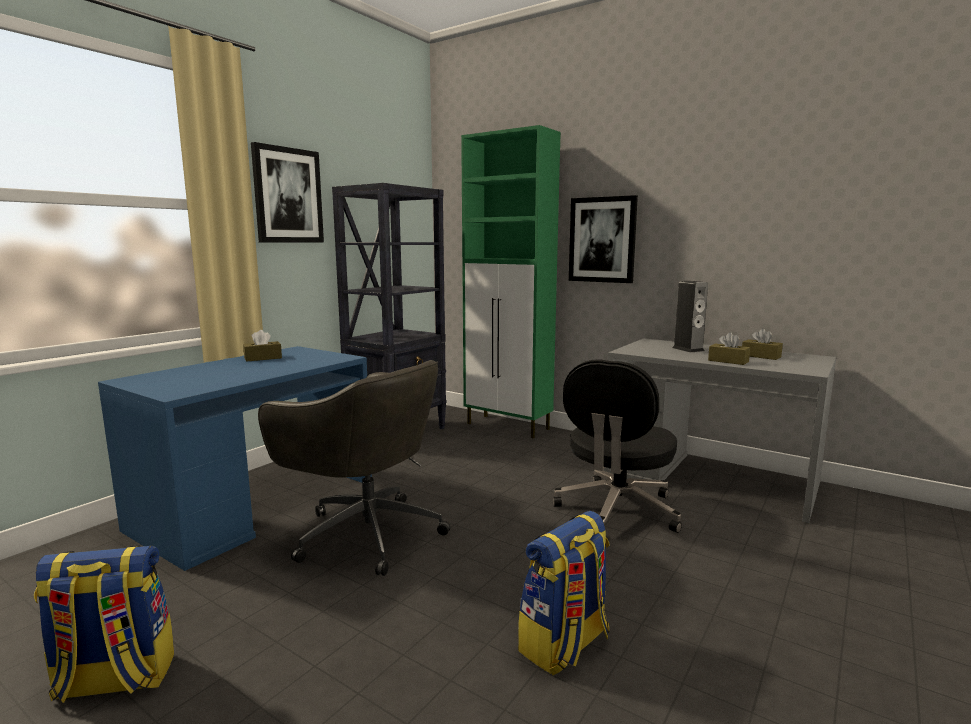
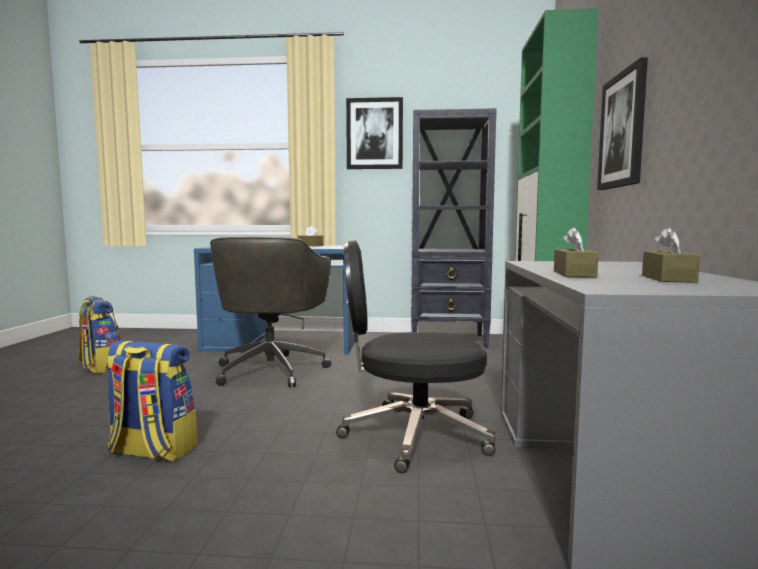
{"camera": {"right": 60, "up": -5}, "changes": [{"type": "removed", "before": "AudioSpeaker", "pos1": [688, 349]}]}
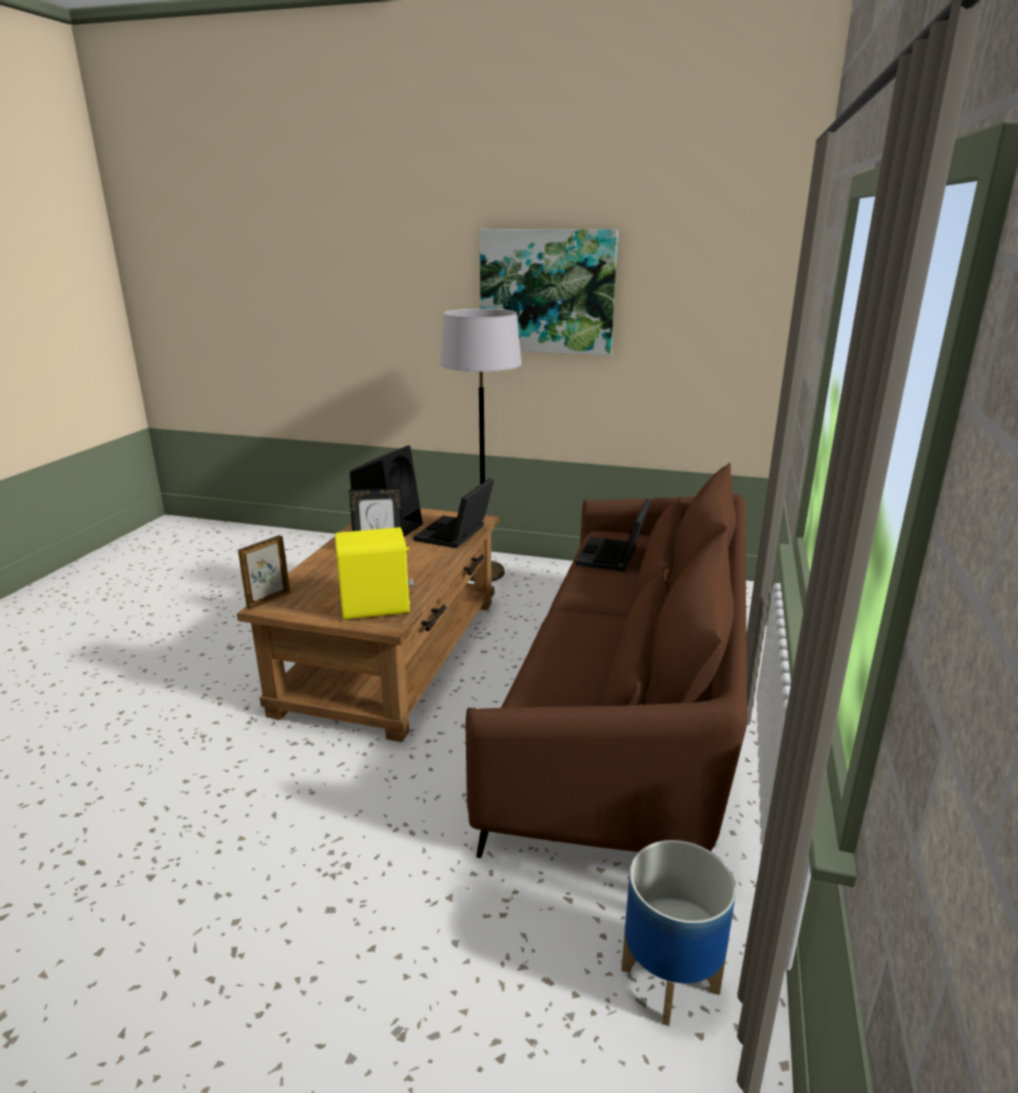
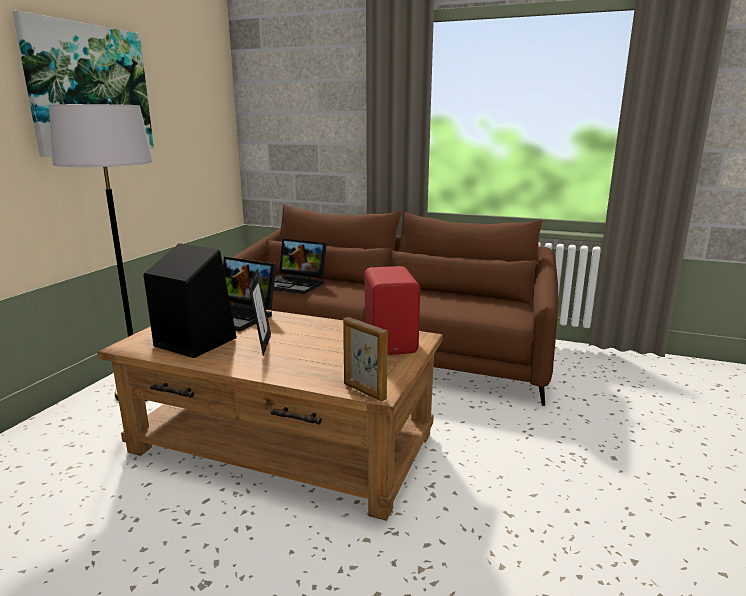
{"camera": {"right": -85, "up": -5}, "changes": [{"type": "recoloured", "before": "YellowColouredAudioSpeaker", "after": "RedAudioSpeaker", "pos1": [376, 608], "pos2": [392, 342]}, {"type": "removed", "before": "PlantPot", "pos1": [671, 981]}]}
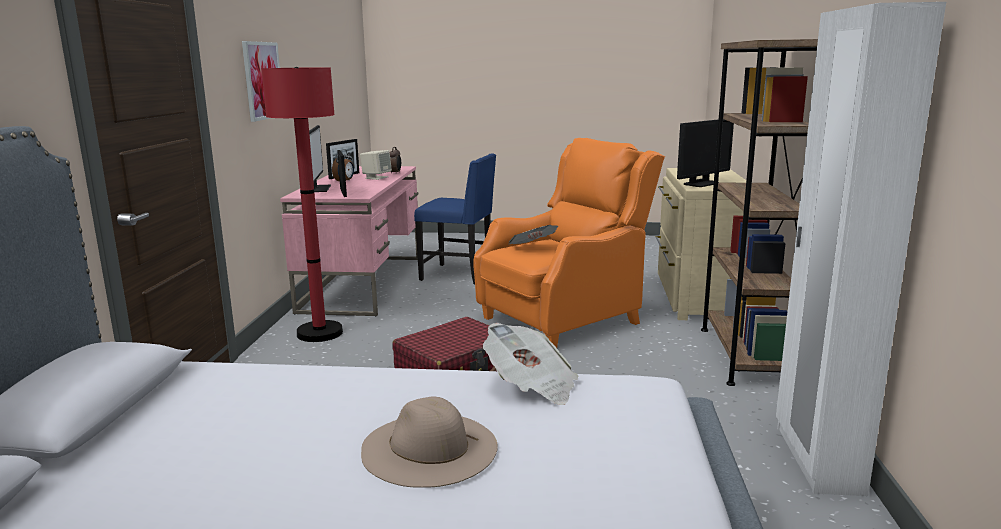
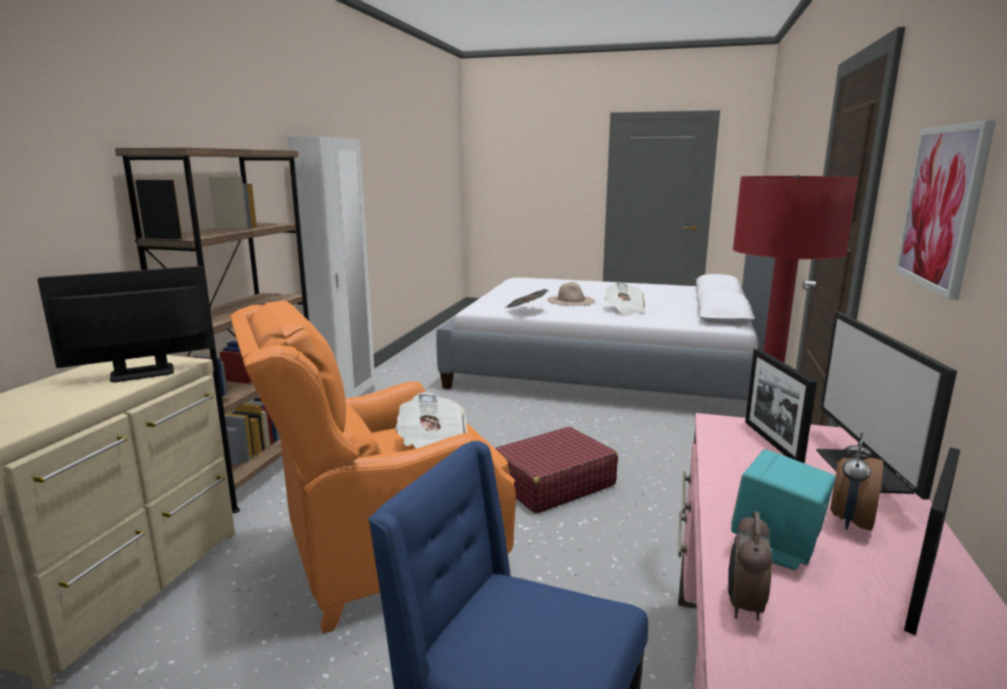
{"camera": {"right": -170, "up": 0}, "changes": [{"type": "added", "after": "PrintedPaper", "pos2": [624, 310]}, {"type": "recoloured", "before": "BeigeColouredAudioSpeaker", "after": "TurquoiseAudioSpeaker", "pos1": [376, 177], "pos2": [776, 548]}]}
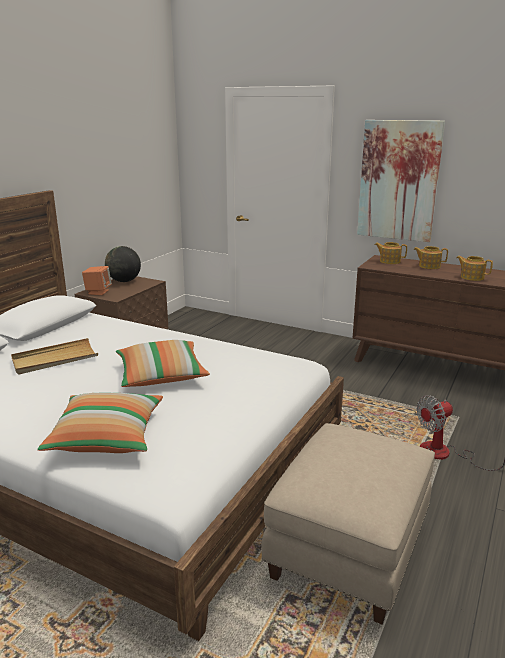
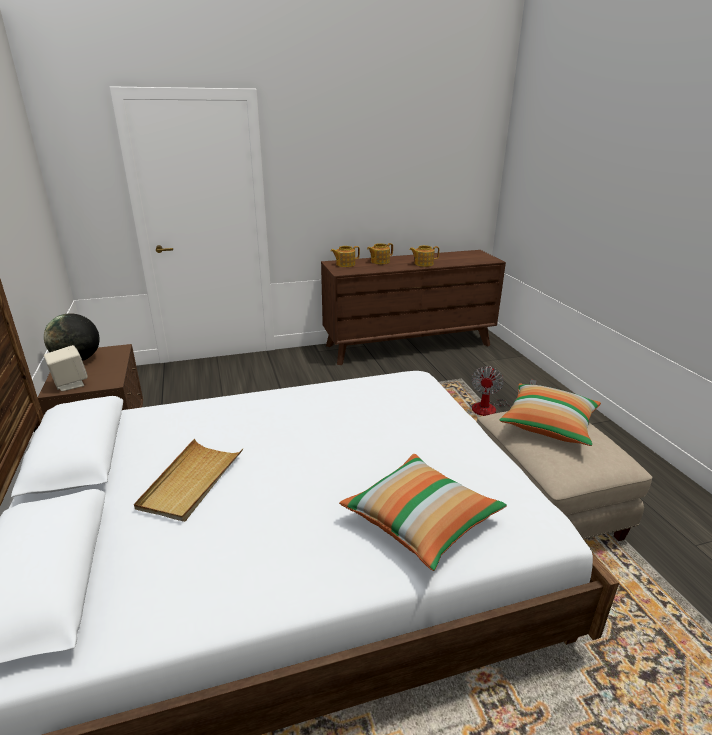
{"camera": {"right": -45, "up": 5}, "changes": [{"type": "recoloured", "before": "OrangeColouredAudioSpeaker", "after": "BeigeColouredAudioSpeaker", "pos1": [98, 292], "pos2": [70, 384]}, {"type": "moved", "before": "Pillow", "pos1": [161, 376], "pos2": [548, 425]}, {"type": "removed", "before": "Picture", "pos1": [398, 181]}]}
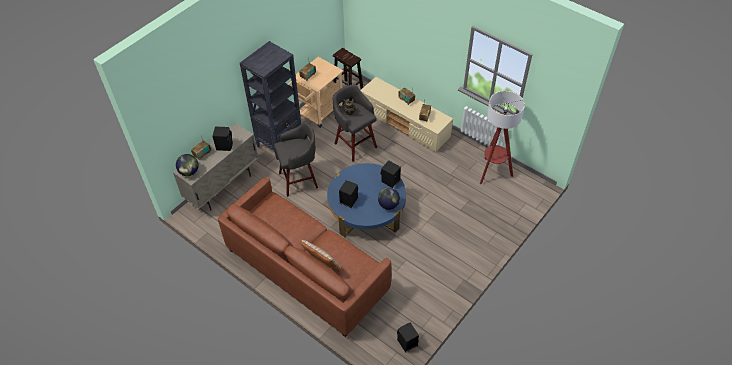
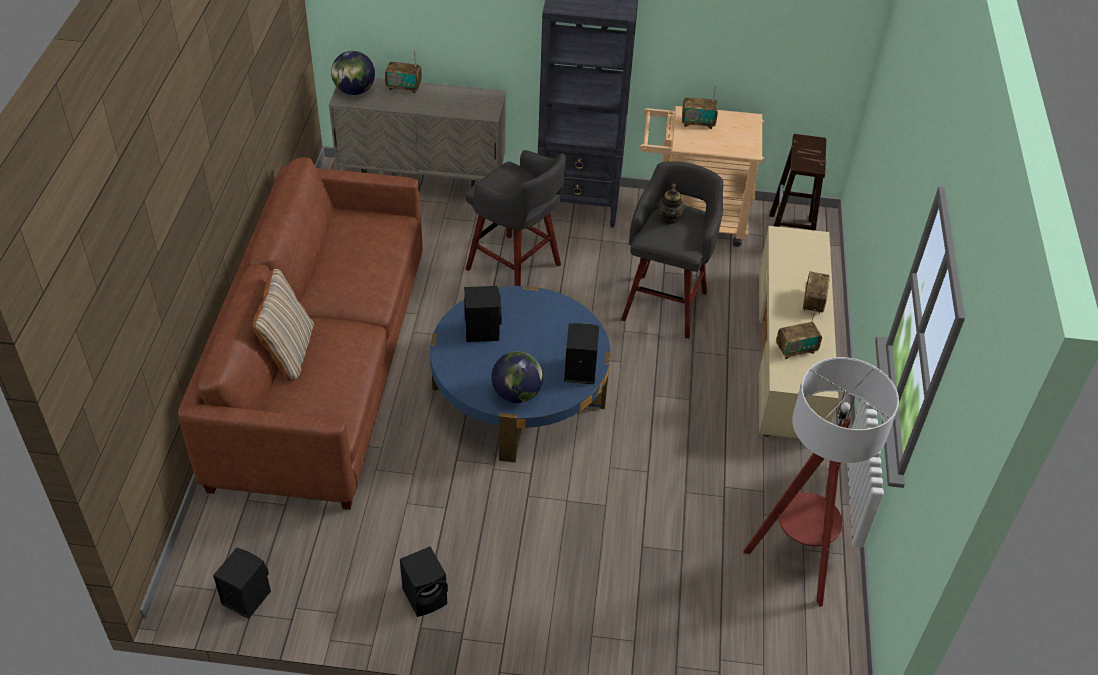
{"camera": {"right": 55, "up": -5}, "changes": [{"type": "moved", "before": "BlackAudioSpeaker", "pos1": [224, 145], "pos2": [426, 596]}]}
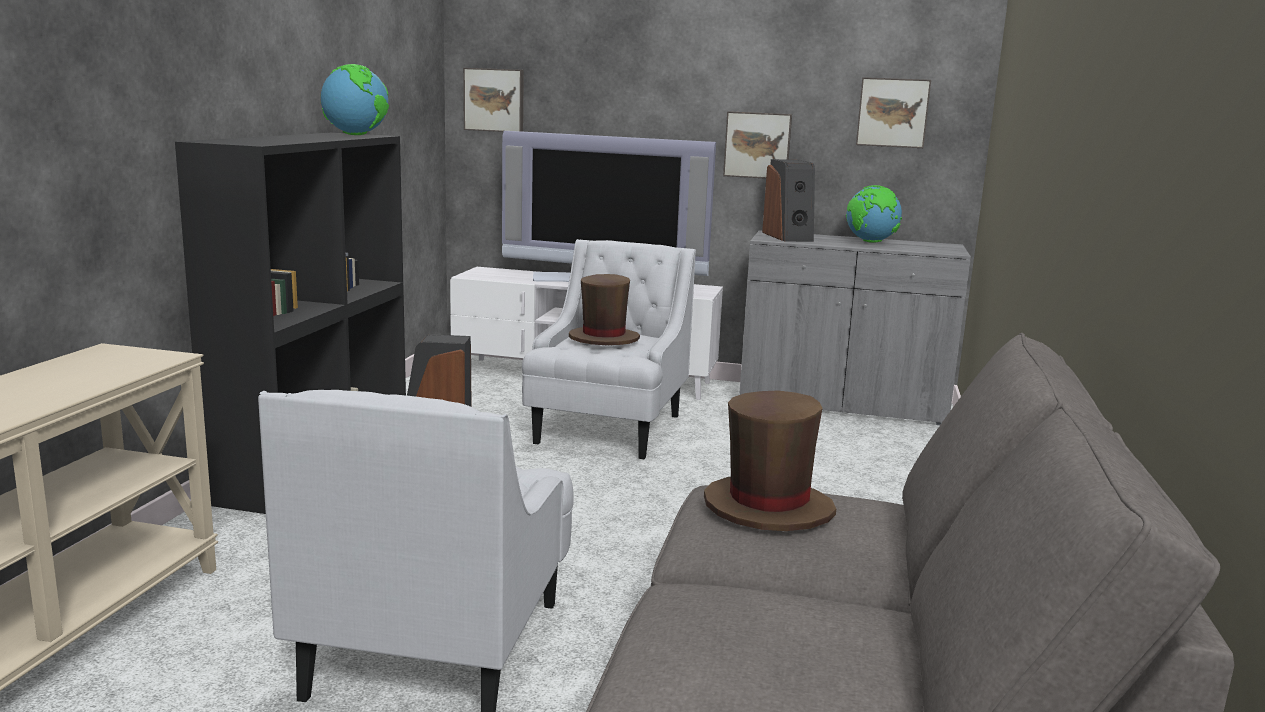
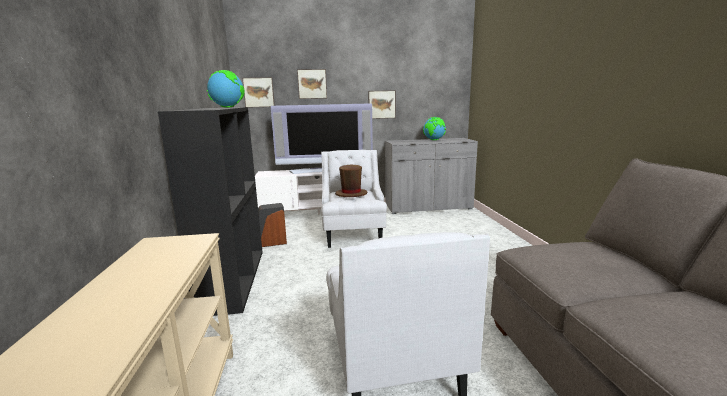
{"camera": {"right": -20, "up": 0}, "changes": [{"type": "moved", "before": "Picture", "pos1": [892, 112], "pos2": [312, 84]}, {"type": "removed", "before": "BrownHat", "pos1": [768, 508]}, {"type": "removed", "before": "AudioSpeaker", "pos1": [788, 237]}]}
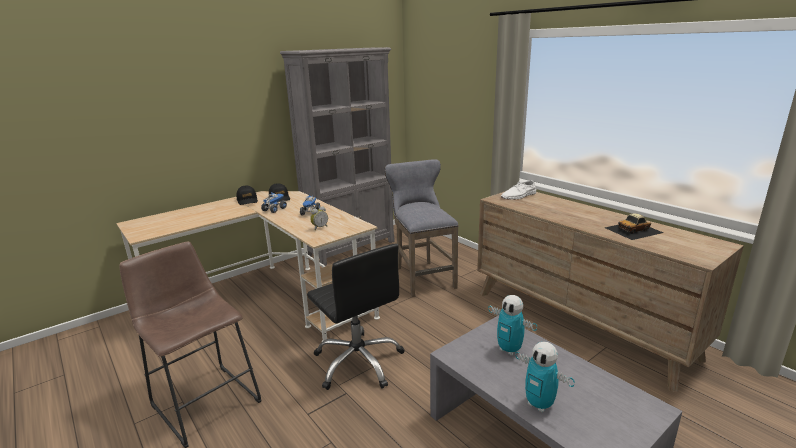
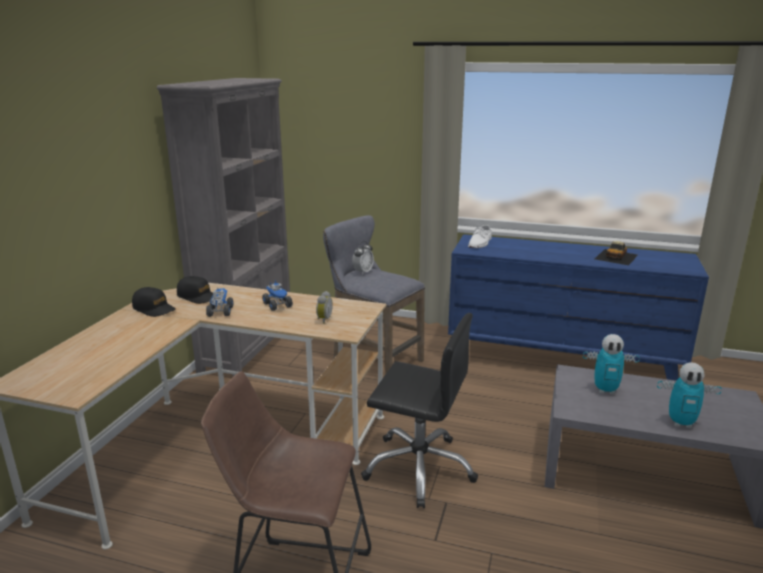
{"camera": {"right": -35, "up": 0}, "changes": [{"type": "added", "after": "TableClock", "pos2": [363, 272]}, {"type": "recoloured", "before": "BrownDresser", "after": "BlueDresser", "pos1": [579, 323], "pos2": [561, 360]}]}
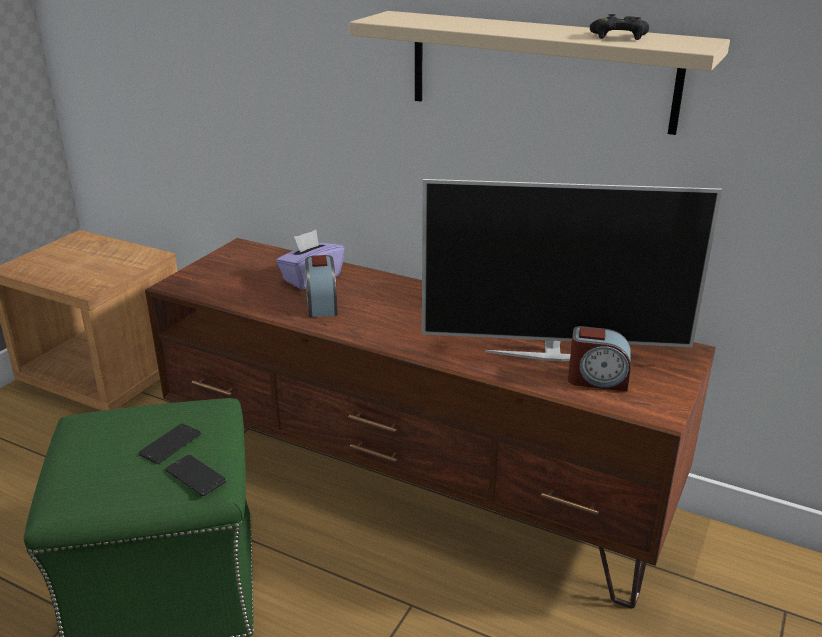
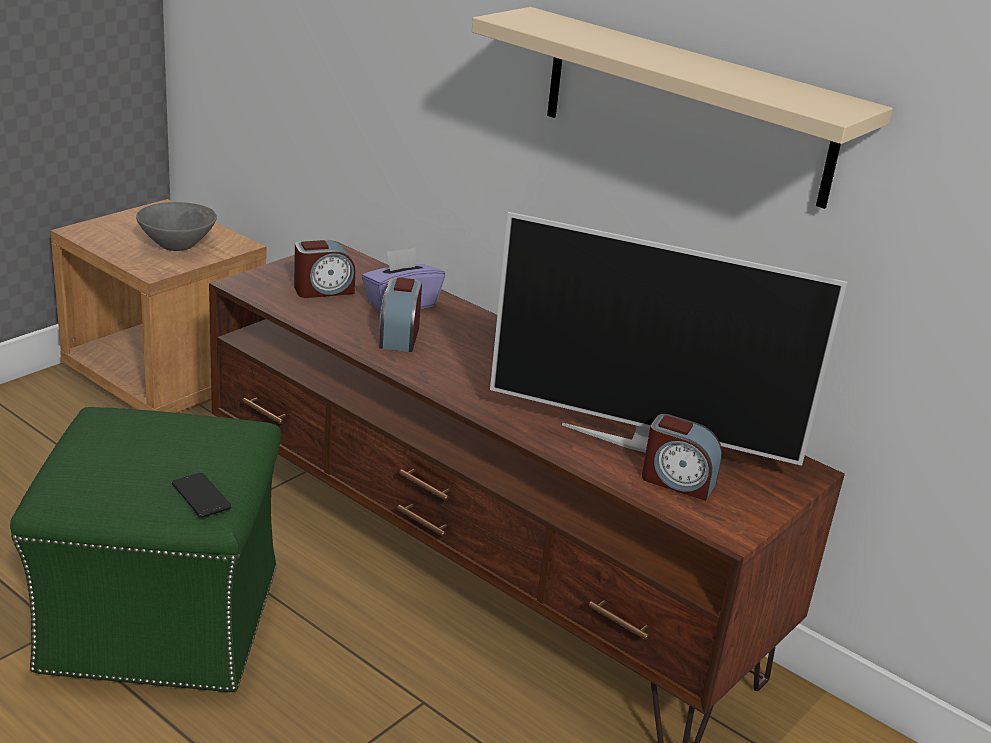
{"camera": {"right": 10, "up": 0}, "changes": [{"type": "added", "after": "GreyBowl", "pos2": [178, 245]}, {"type": "added", "after": "TableClock", "pos2": [323, 290]}, {"type": "removed", "before": "Telephone", "pos1": [170, 444]}, {"type": "removed", "before": "BlackGameController", "pos1": [618, 36]}]}
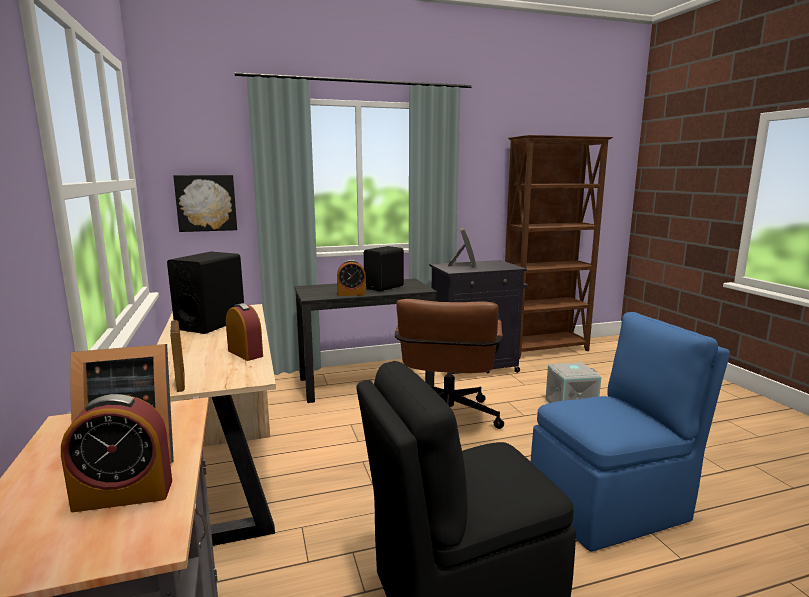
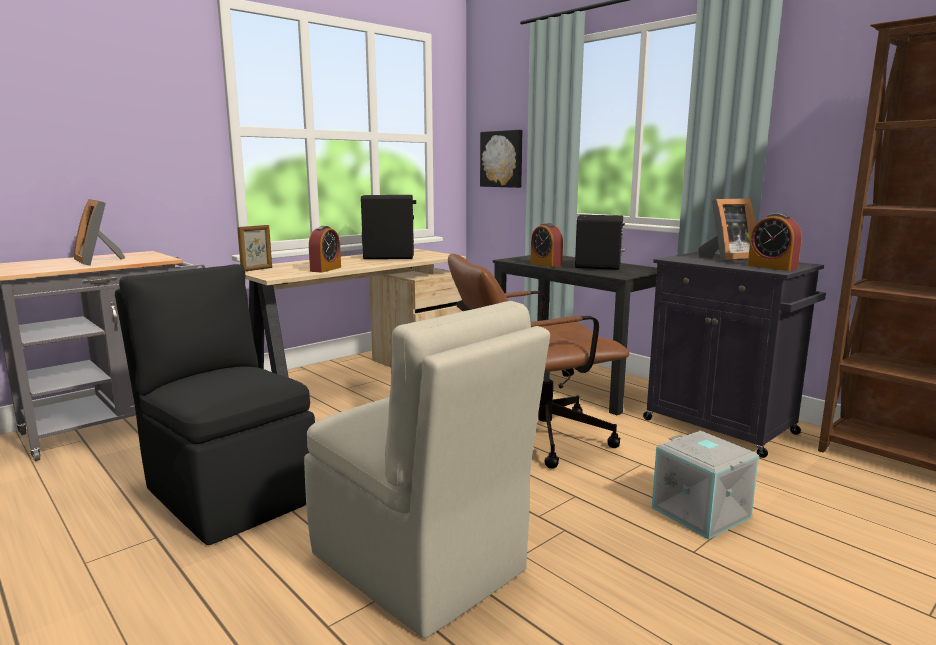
{"camera": {"right": 65, "up": 0}, "changes": [{"type": "recoloured", "before": "BluePlainChair", "after": "BeigeColouredPlainChair", "pos1": [611, 506], "pos2": [420, 565]}, {"type": "moved", "before": "TableClock", "pos1": [123, 495], "pos2": [772, 267]}]}
